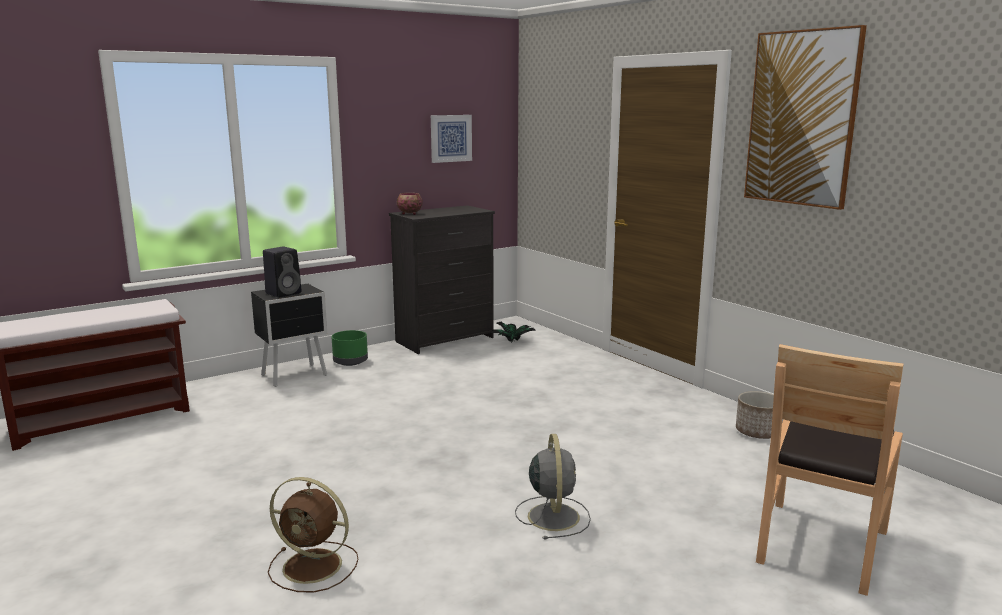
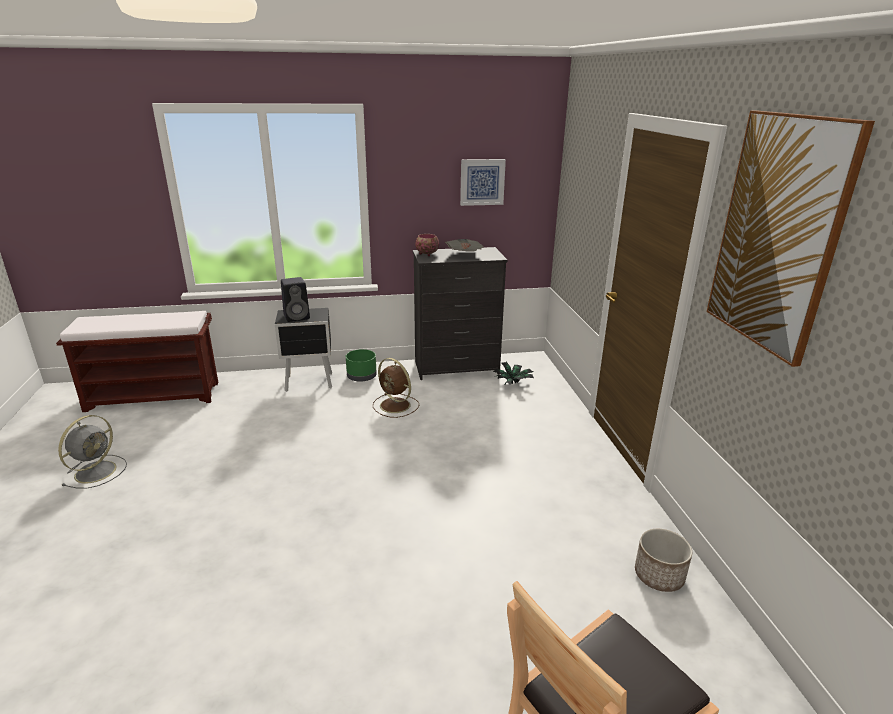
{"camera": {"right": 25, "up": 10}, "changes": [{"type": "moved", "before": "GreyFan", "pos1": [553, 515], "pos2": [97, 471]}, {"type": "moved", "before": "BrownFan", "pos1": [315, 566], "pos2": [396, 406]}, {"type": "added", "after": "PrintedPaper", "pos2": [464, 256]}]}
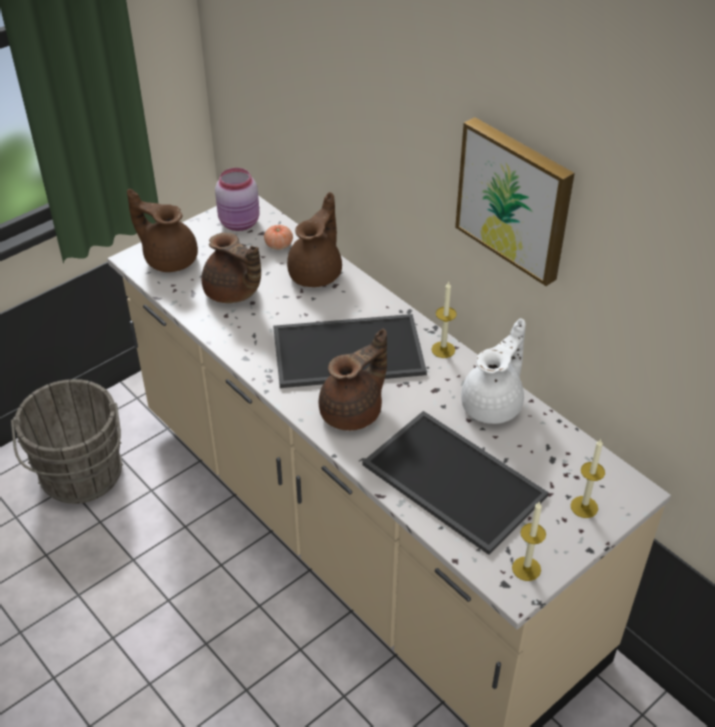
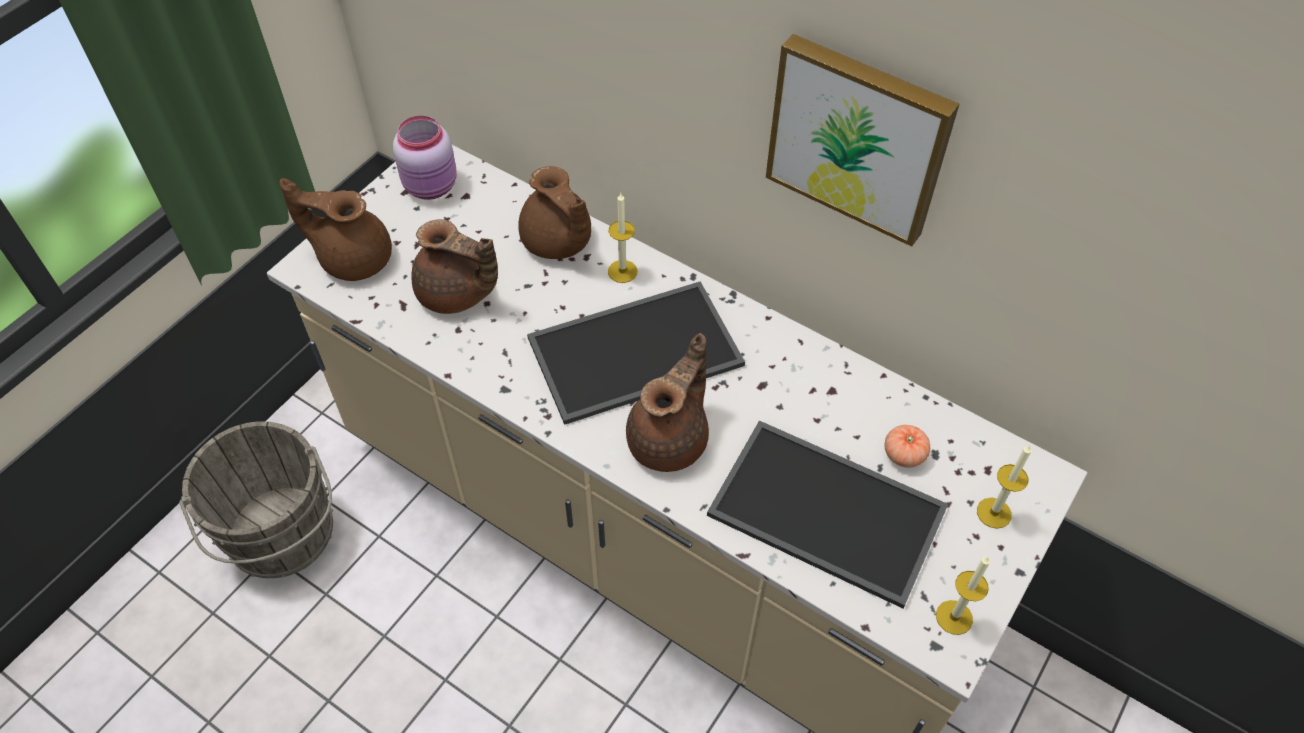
{"camera": {"right": -15, "up": 10}, "changes": [{"type": "turned", "before": "BrownTeaPot", "pos1": [317, 273], "pos2": [557, 243], "turn": 135}, {"type": "moved", "before": "WaxLight", "pos1": [443, 349], "pos2": [622, 271]}, {"type": "moved", "before": "FreshTomato", "pos1": [279, 245], "pos2": [904, 454]}, {"type": "removed", "before": "WhitishTeaPot", "pos1": [494, 404]}]}
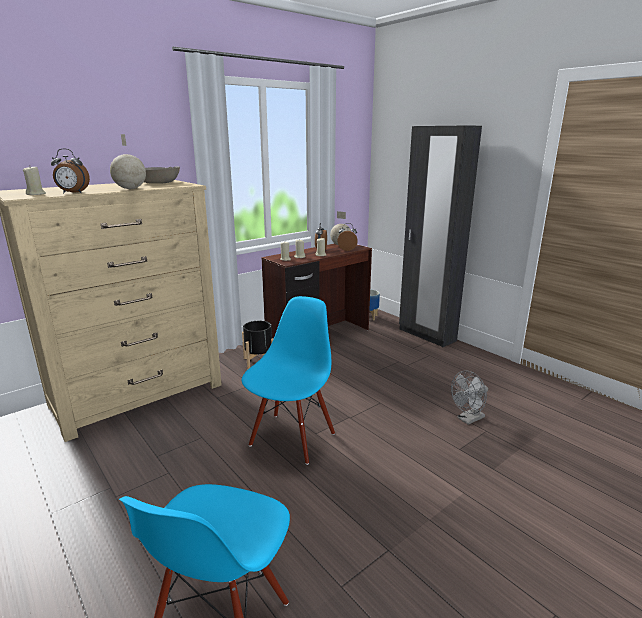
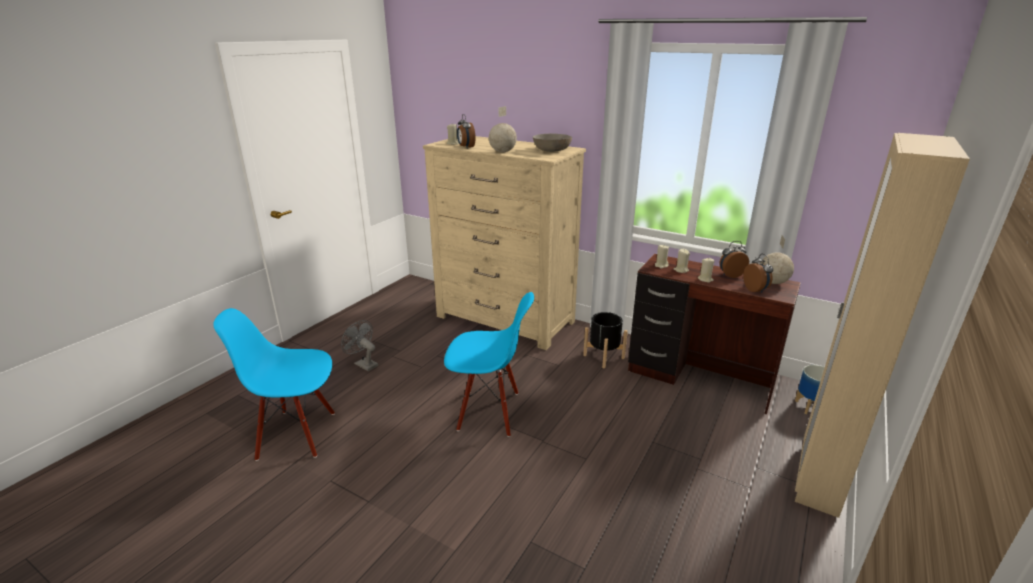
{"camera": {"right": 70, "up": 5}, "changes": [{"type": "moved", "before": "GreyFan", "pos1": [468, 419], "pos2": [363, 364]}, {"type": "recoloured", "before": "BlackClothesCupboard", "after": "BeigeColouredClothesCupboard", "pos1": [426, 335], "pos2": [818, 477]}]}
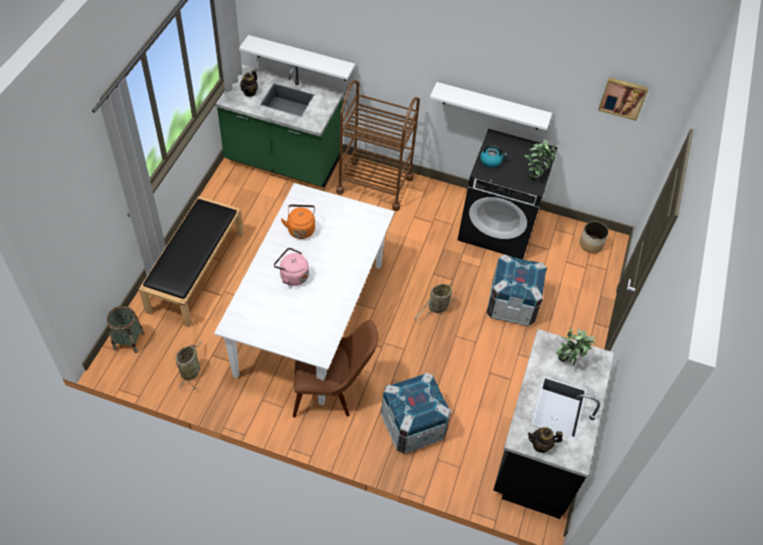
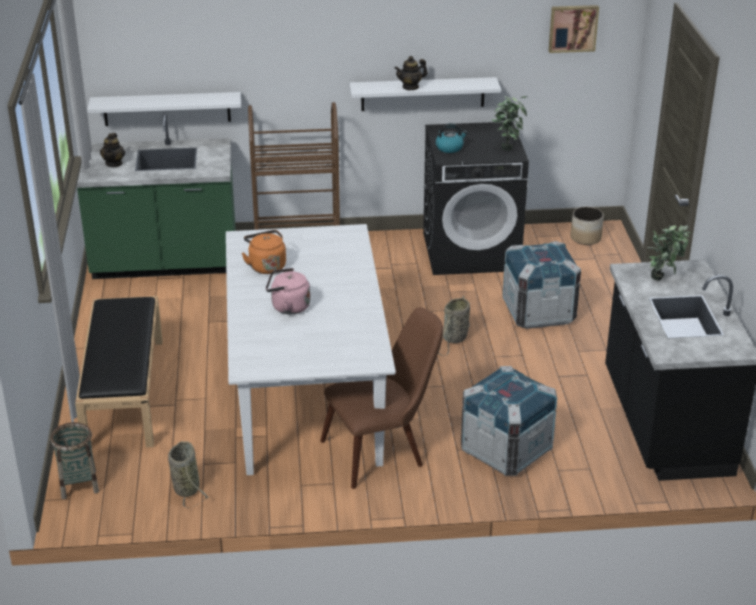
{"camera": {"right": -20, "up": -20}, "changes": [{"type": "moved", "before": "TeaPot", "pos1": [541, 445], "pos2": [410, 87]}]}
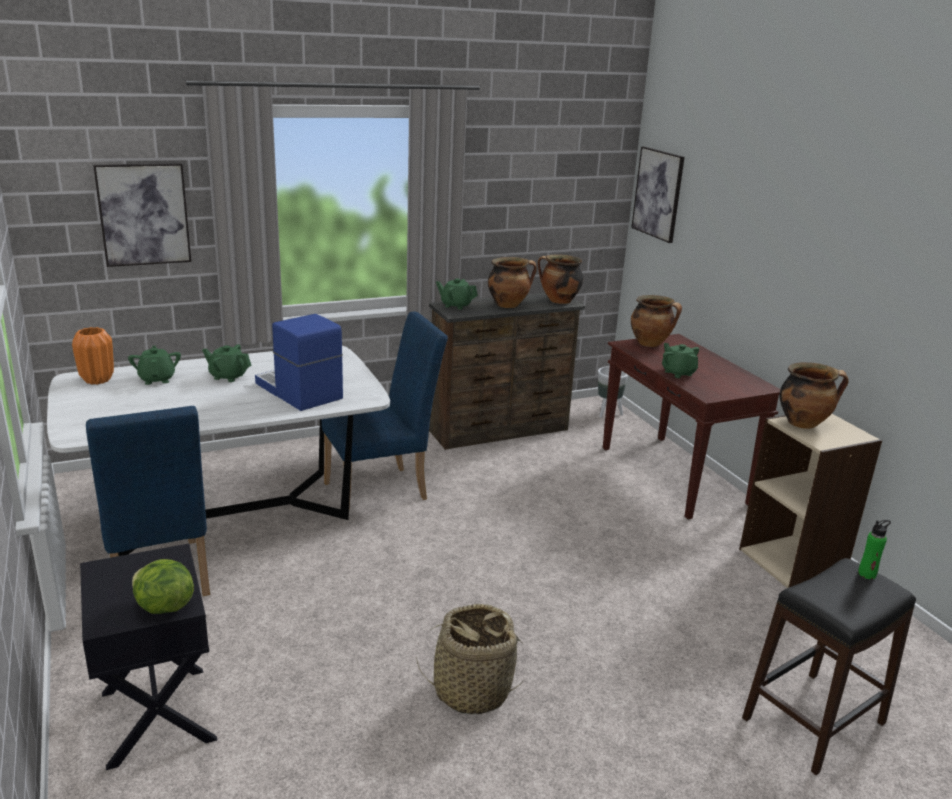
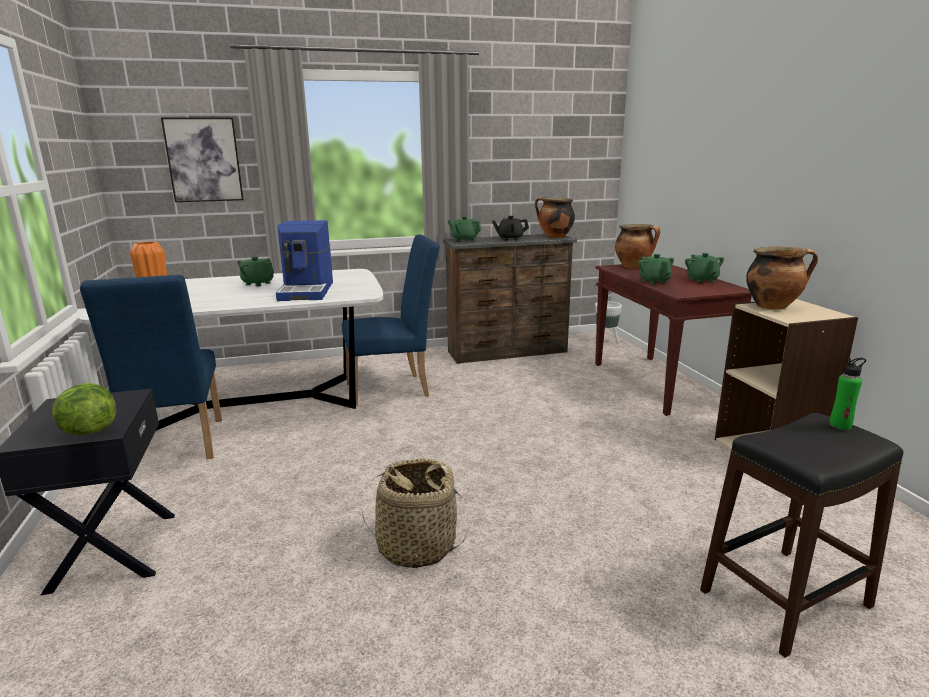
{"camera": {"right": 10, "up": -5}, "changes": [{"type": "turned", "before": "CoffeeMachine", "pos1": [298, 391], "pos2": [307, 291], "turn": -150}, {"type": "replaced", "before": "Saucepot", "after": "BlackTeaPot", "pos1": [509, 305], "pos2": [510, 239]}, {"type": "moved", "before": "GreenishTeaPot", "pos1": [157, 379], "pos2": [702, 280]}, {"type": "removed", "before": "Picture", "pos1": [658, 194]}]}
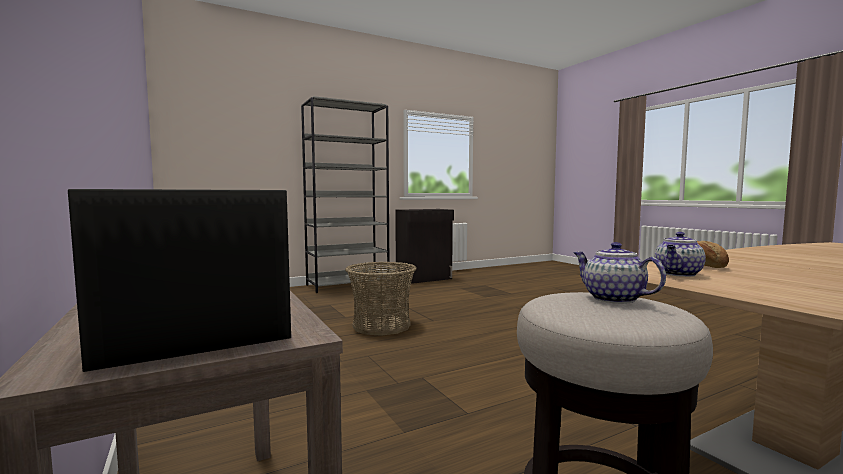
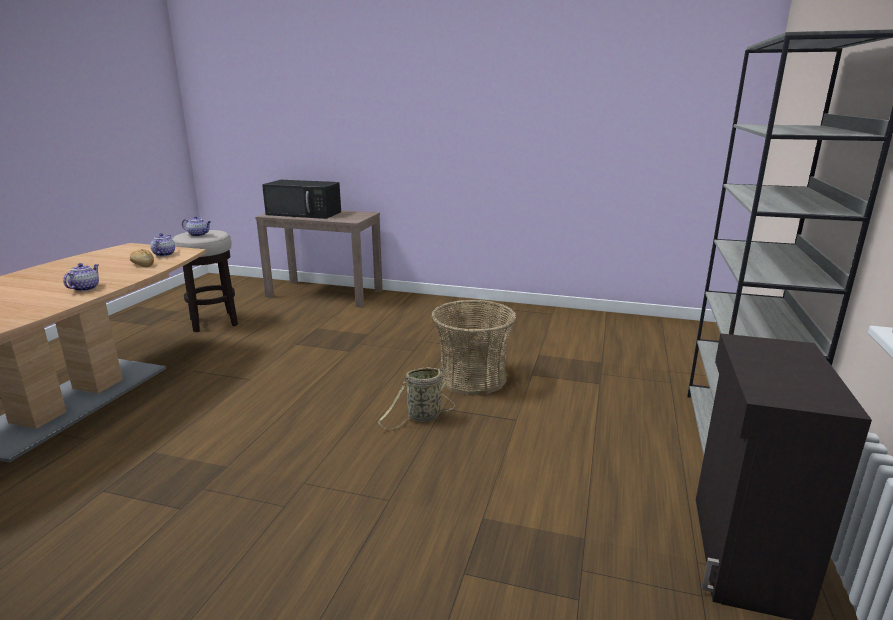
{"camera": {"right": 135, "up": 15}, "changes": [{"type": "added", "after": "TeaPot", "pos2": [85, 288]}, {"type": "added", "after": "StorageBasket", "pos2": [422, 417]}]}
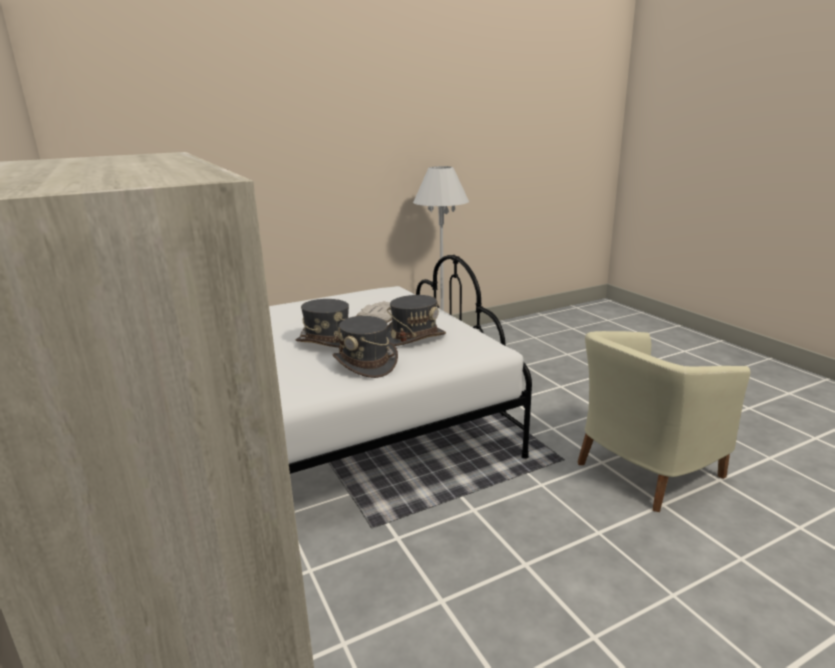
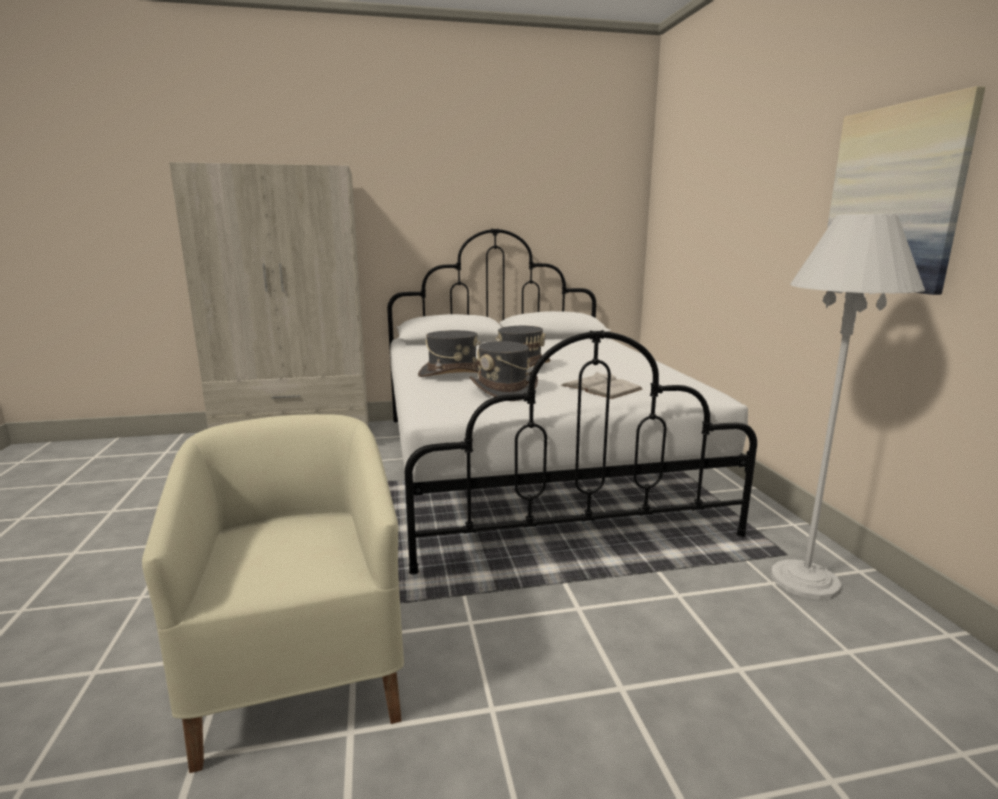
{"camera": {"right": 105, "up": -5}, "changes": [{"type": "added", "after": "Picture", "pos2": [893, 199]}]}
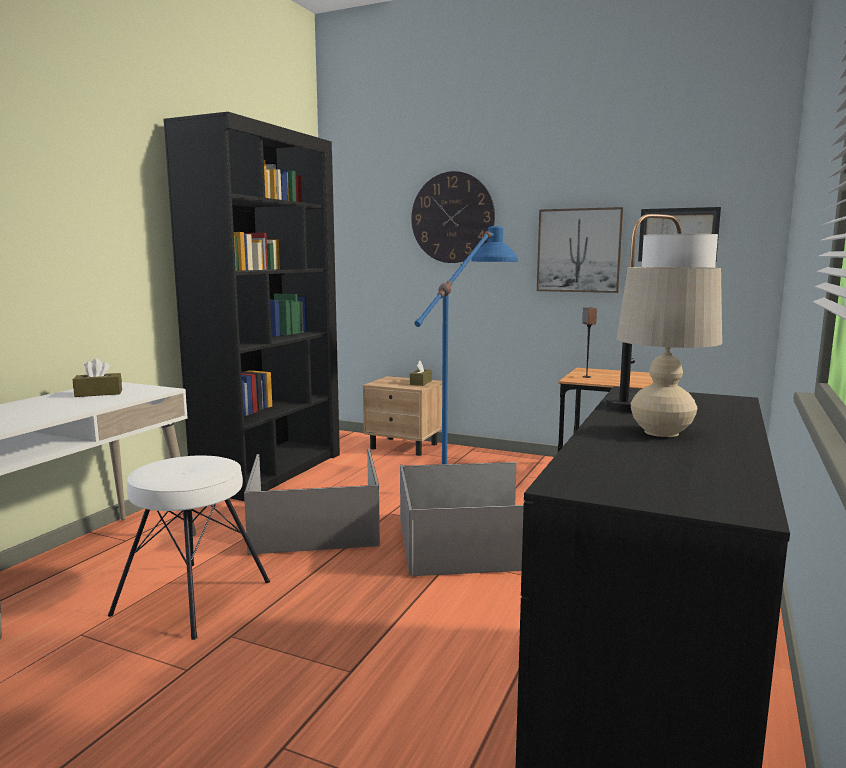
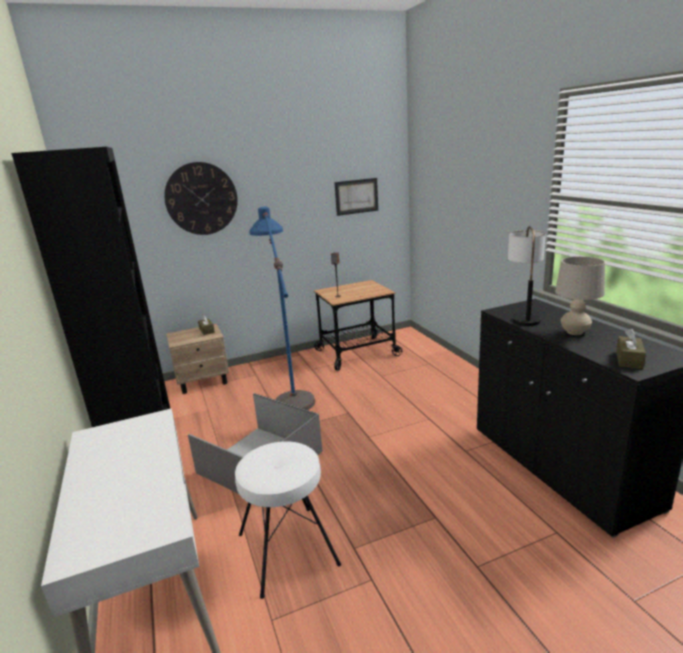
{"camera": {"right": -45, "up": 10}, "changes": [{"type": "moved", "before": "BrownBoxOfTissues", "pos1": [98, 393], "pos2": [629, 359]}, {"type": "removed", "before": "GreyStorageBox", "pos1": [468, 544]}, {"type": "removed", "before": "Picture", "pos1": [579, 250]}]}
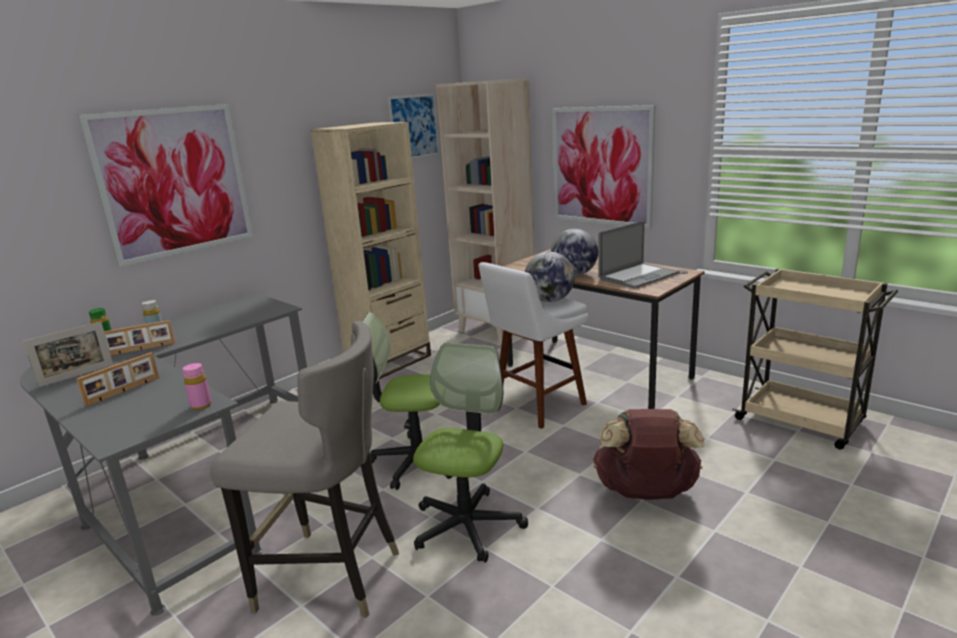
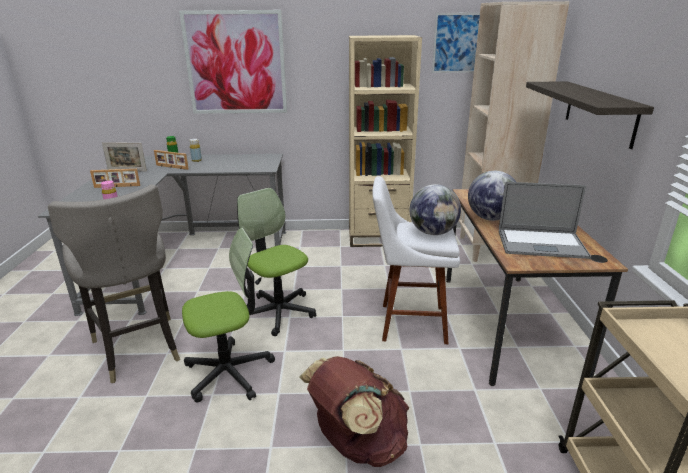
{"camera": {"right": 45, "up": 5}, "changes": [{"type": "replaced", "before": "Picture", "after": "BracketShelf", "pos1": [601, 166], "pos2": [599, 112]}]}
